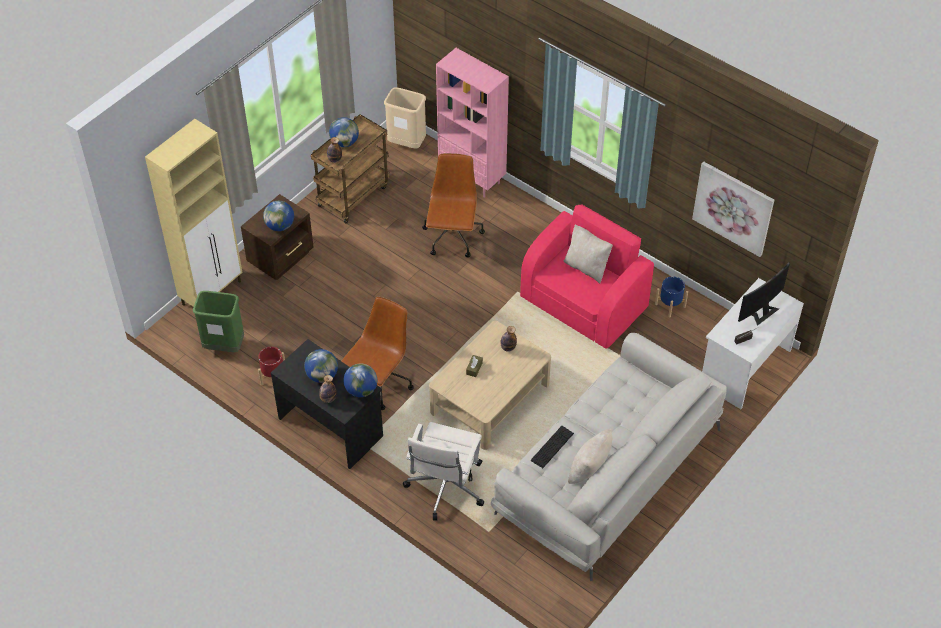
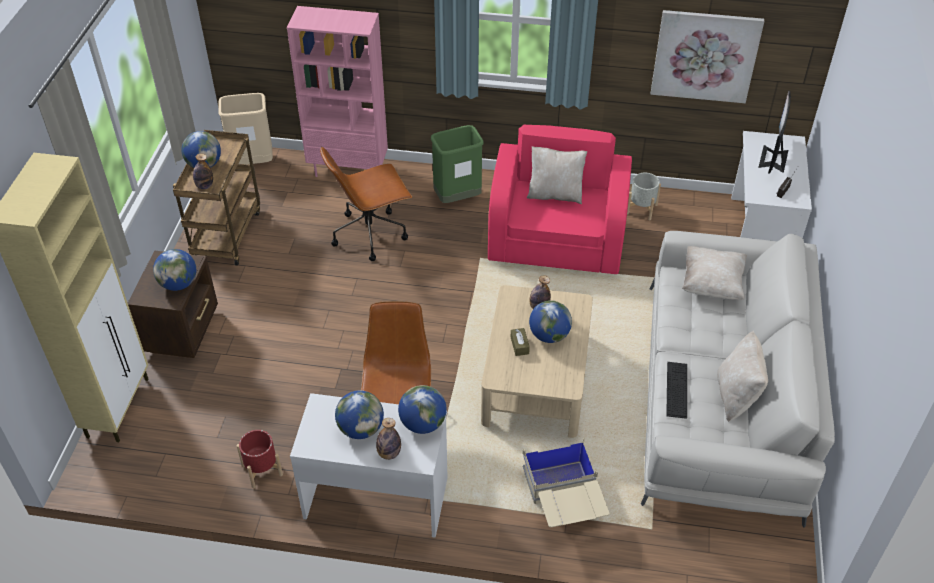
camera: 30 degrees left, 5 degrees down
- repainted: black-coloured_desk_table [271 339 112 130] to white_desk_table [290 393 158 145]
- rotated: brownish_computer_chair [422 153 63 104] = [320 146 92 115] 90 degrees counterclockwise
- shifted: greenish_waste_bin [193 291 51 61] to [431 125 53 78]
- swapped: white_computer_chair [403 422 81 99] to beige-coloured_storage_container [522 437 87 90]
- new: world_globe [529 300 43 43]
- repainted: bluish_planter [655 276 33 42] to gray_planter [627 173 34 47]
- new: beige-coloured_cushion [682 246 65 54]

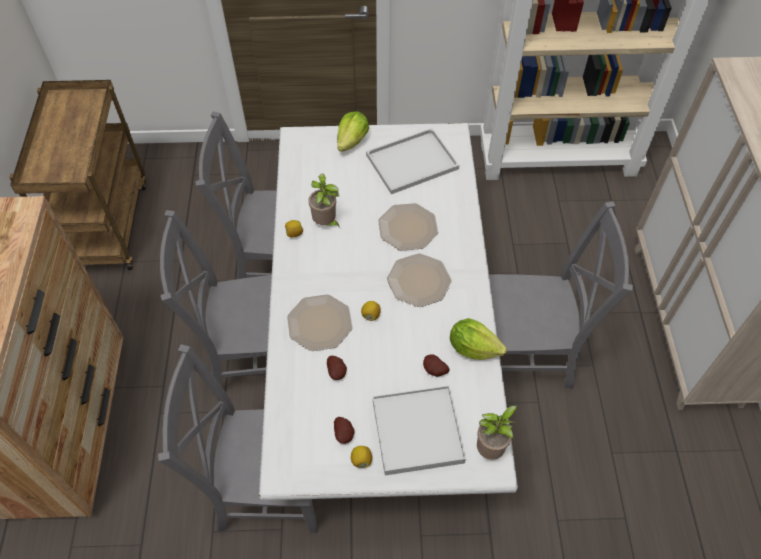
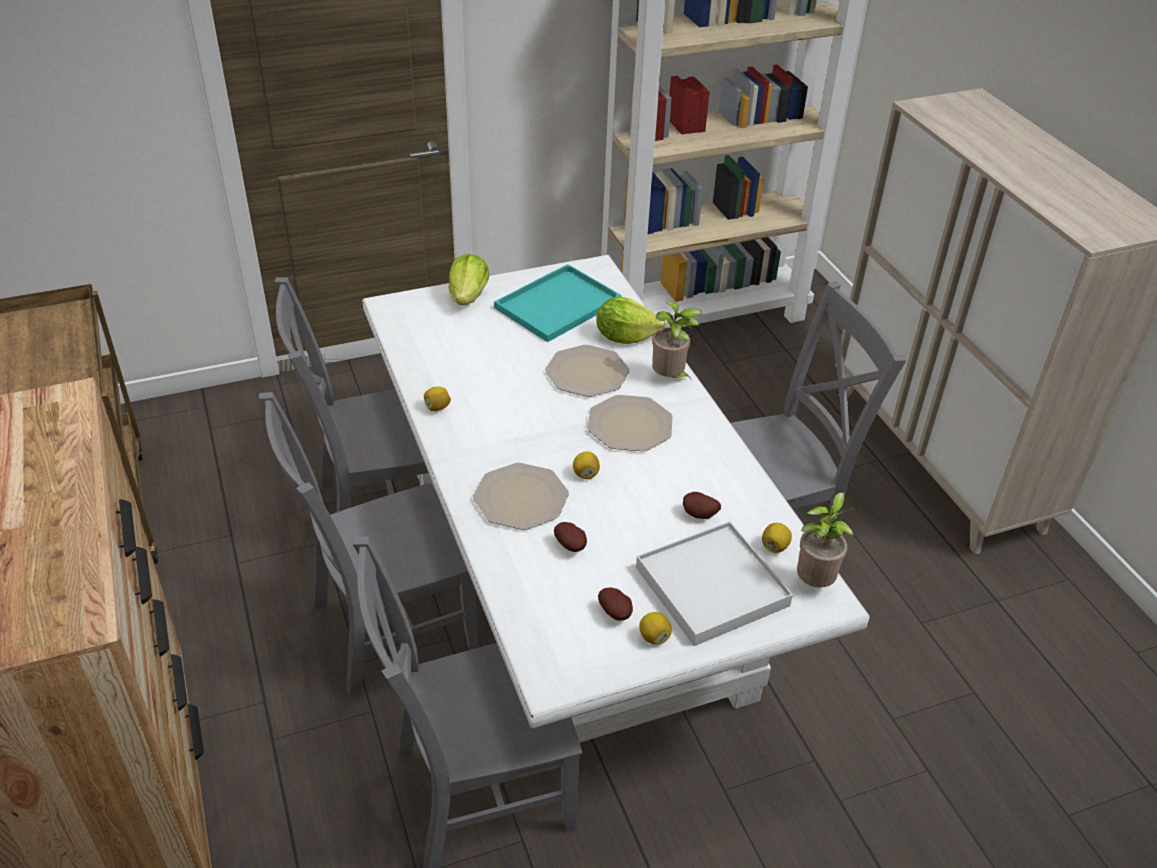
camera: 20 degrees left, 15 degrees down
- repainted: white_carrying_tray [366 128 93 66] to blue-green_carrying_tray [494 264 128 78]
- shifted: head_of_lettuce [450 318 57 42] to [596 297 70 47]
- shifted: potted_plant [308 174 32 54] to [652 301 50 78]
- new: lemon [762 523 30 30]

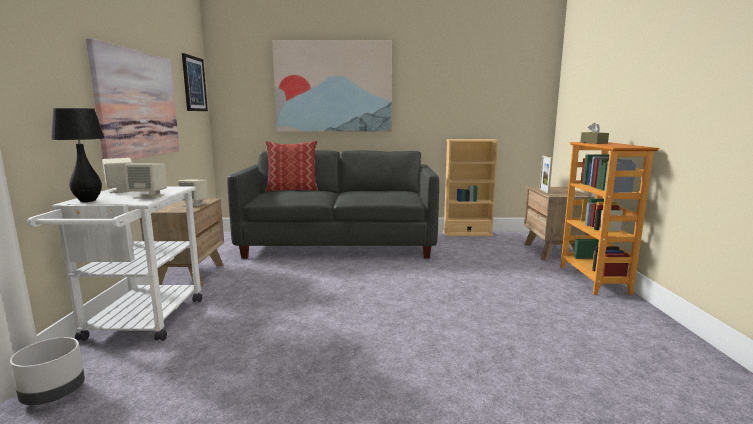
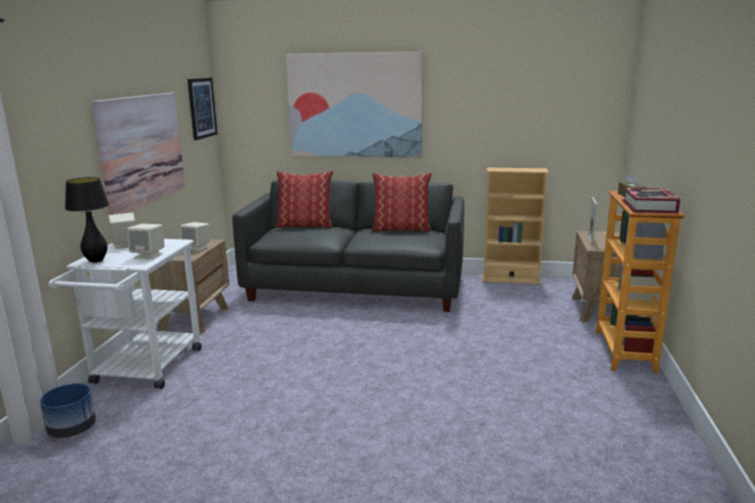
camera: 10 degrees right, 5 degrees up
- repainted: gray_planter [10 337 75 68] to bluish_planter [40 383 56 55]
- new: cushion [371 173 61 59]
- new: book [622 188 58 25]

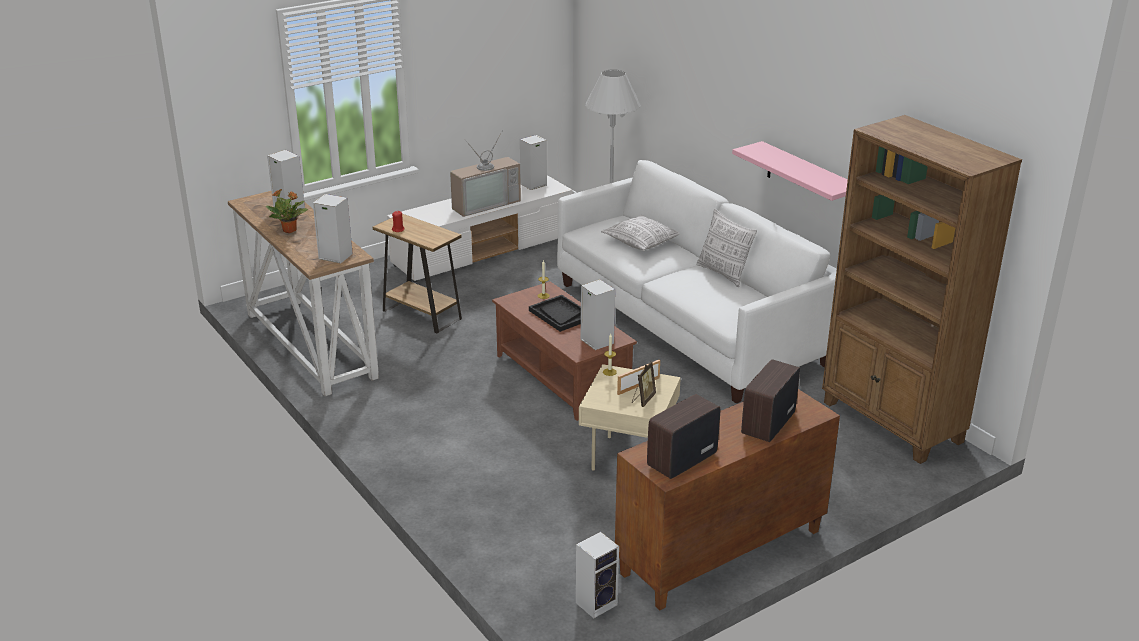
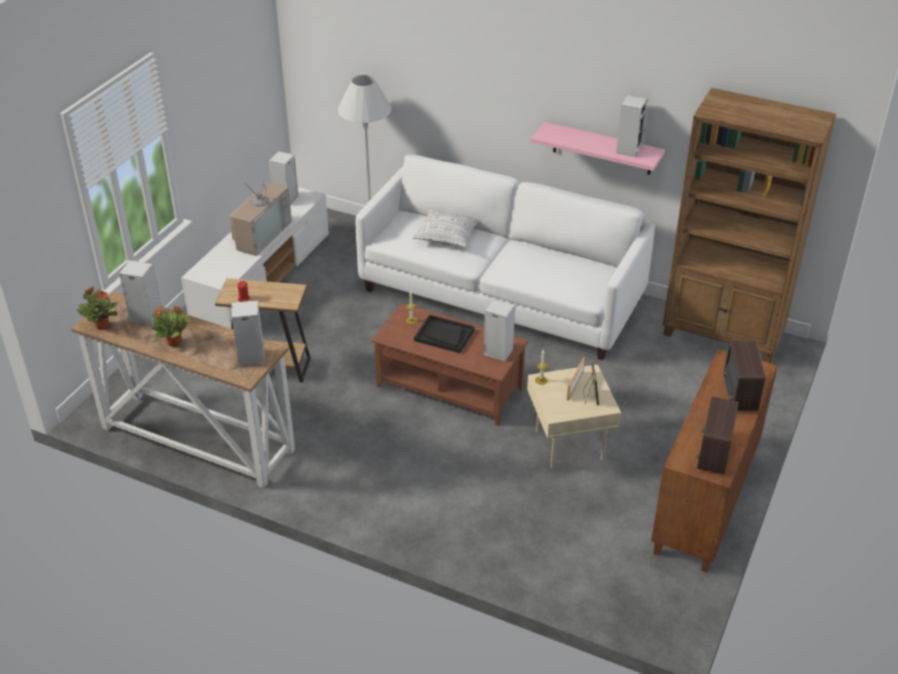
camera: 30 degrees left, 10 degrees up
- new: potted_plant [77 287 41 43]
- shifted: audio_speaker [576 532 43 86] to [616 95 31 62]
- gone: cushion [696 209 61 78]

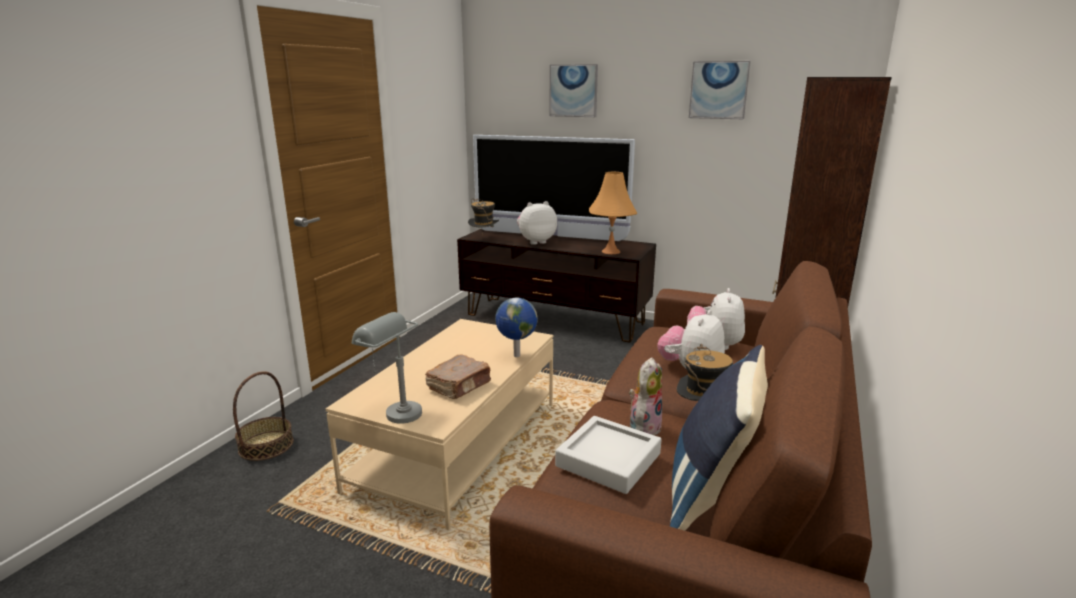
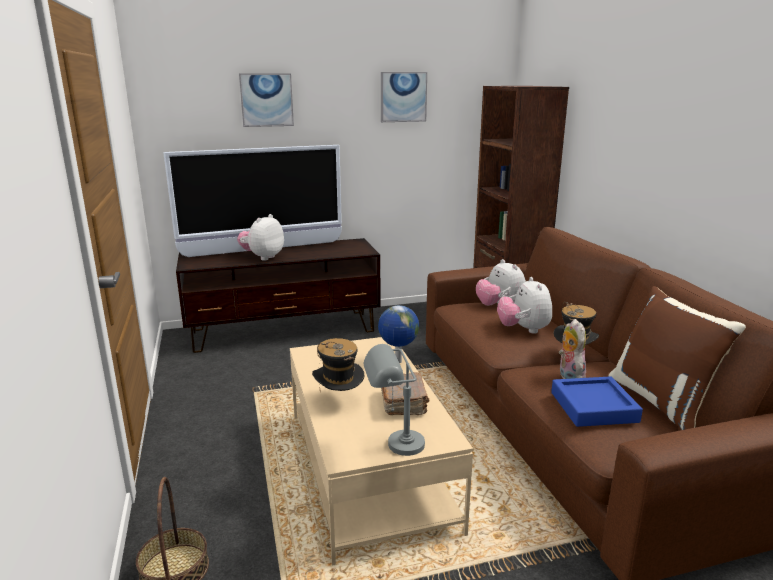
camera: 40 degrees left, 0 degrees up
- shifted: wearable_hat [468 199 31 35] to [312 338 53 54]
- repainted: gray_carrying_tray [555 416 107 78] to bluish_carrying_tray [551 376 92 51]
- repainted: bluish_cushion [670 345 98 186] to brownish_cushion [608 286 138 144]
- gone: orange-coloured_lamp_for_a_table [589 172 48 82]

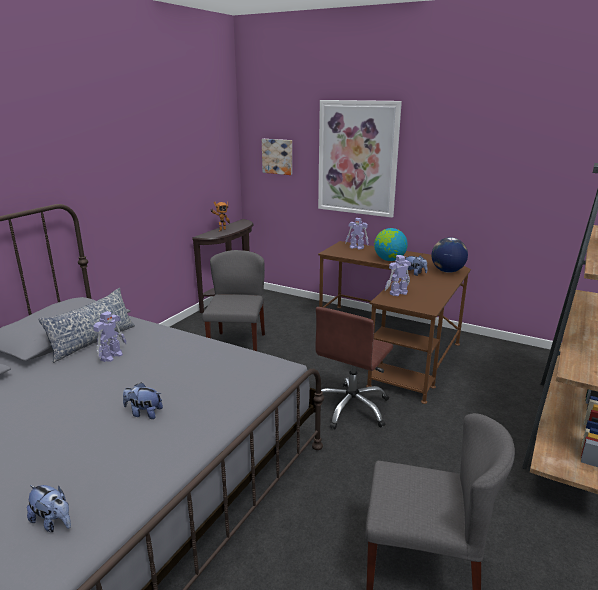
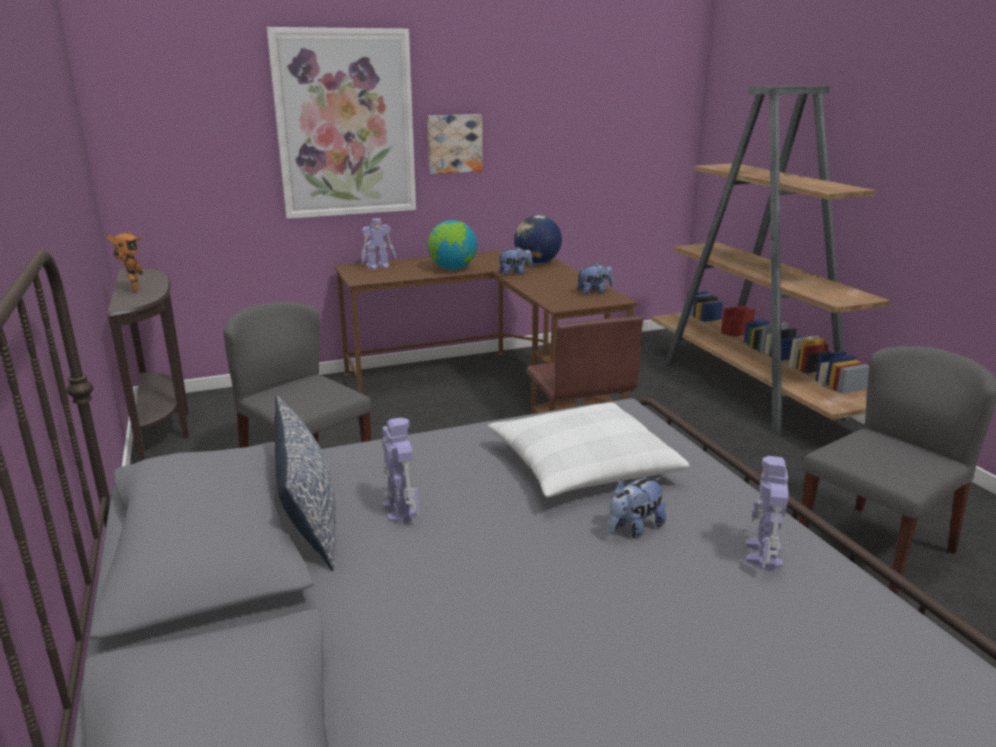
camera: 50 degrees left, 0 degrees up
- shifted: wall_picture [262 139 30 36] to [427 114 56 60]
- new: white_cushion [488 403 202 94]
- shifted: soft_toy [27 485 44 47] to [577 262 36 33]
- shifted: model_robot [385 255 26 41] to [746 456 43 115]

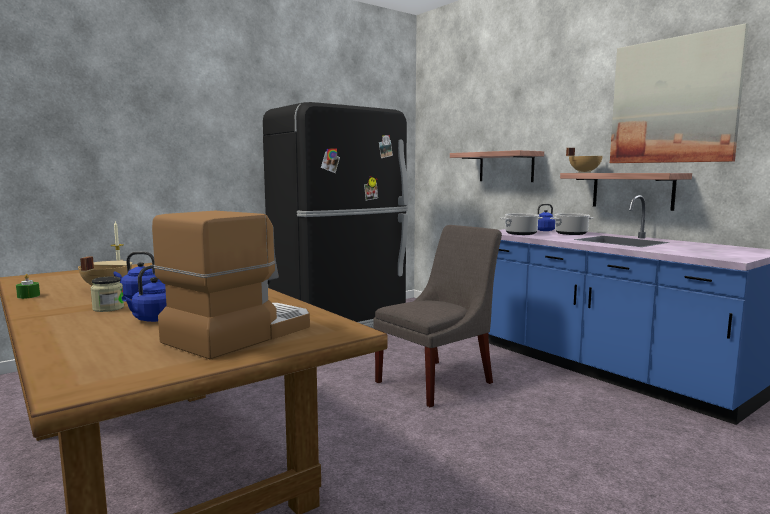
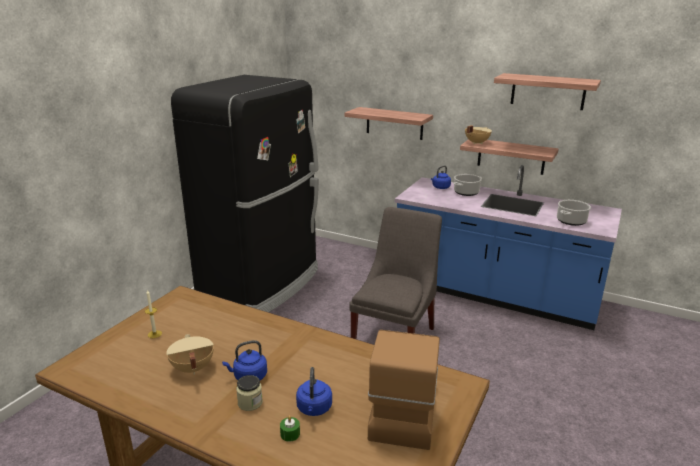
camera: 25 degrees left, 15 degrees up
- shifted: greenish_wax_candle [16 274 24 25] to [280 416 20 26]
- swapped: wall_picture [610 23 139 140] to bracket_shelf [494 73 107 37]
- shifted: cooking_pot [500 213 43 22] to [557 200 34 26]

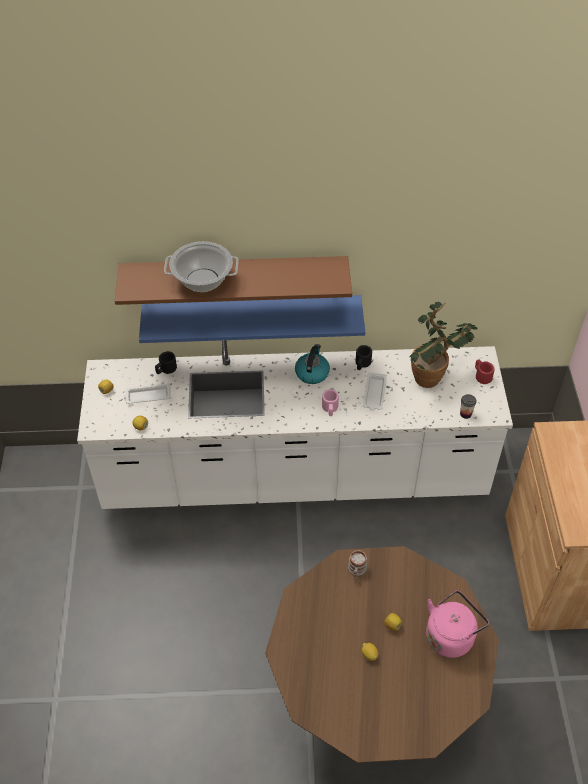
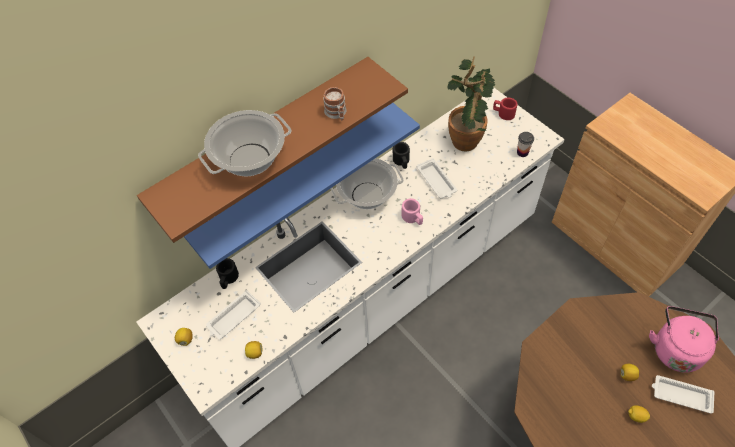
camera: 35 degrees left, 5 degrees up
- shifted: tea_mug [348 550 19 29] to [323 87 24 33]
- swapped: kettle [295 344 35 40] to cooking_pot [330 158 74 51]
- new: white_carrying_tray [652 375 62 39]

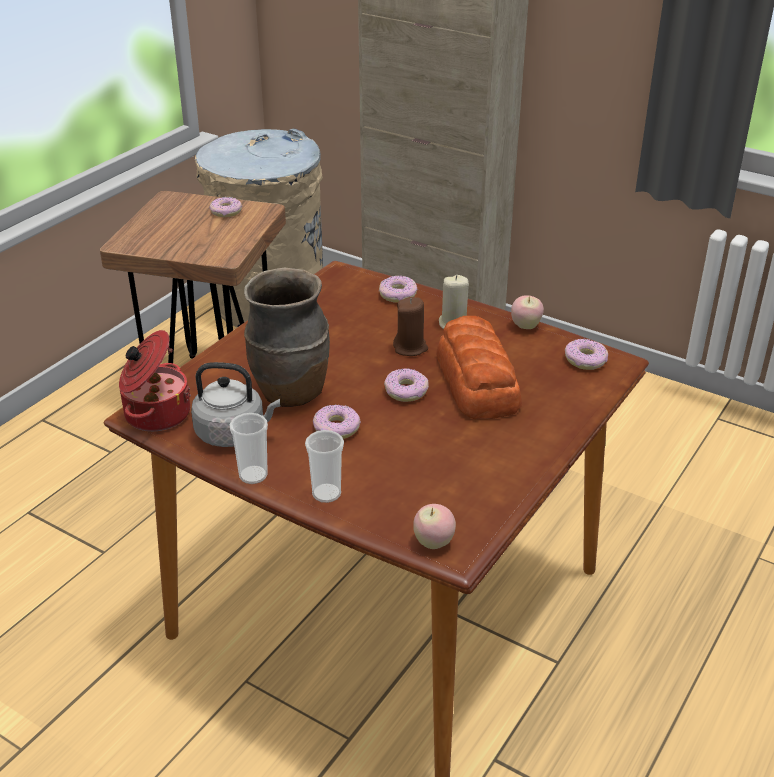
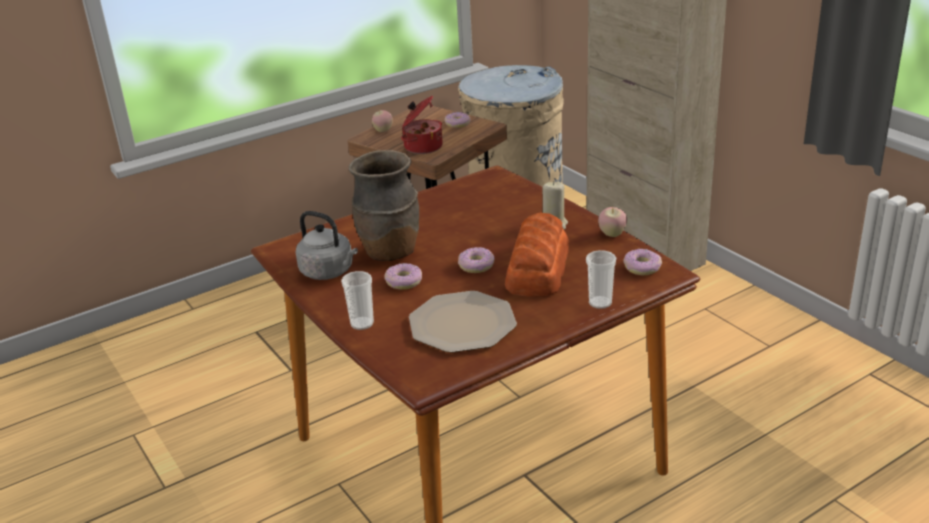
camera: 25 degrees right, 5 degrees down
- shifted: apple_fruit [413 504 43 45] to [372 110 21 22]
- shifted: cooking_pot [119 330 72 101] to [401 96 42 58]
- new: flat_dish [409 291 108 62]
- shifted: cup [230 413 38 71] to [586 250 30 59]
- gone: ring_doughnut [379 276 39 27]
- gone: brownish_wax_candle [393 297 35 59]

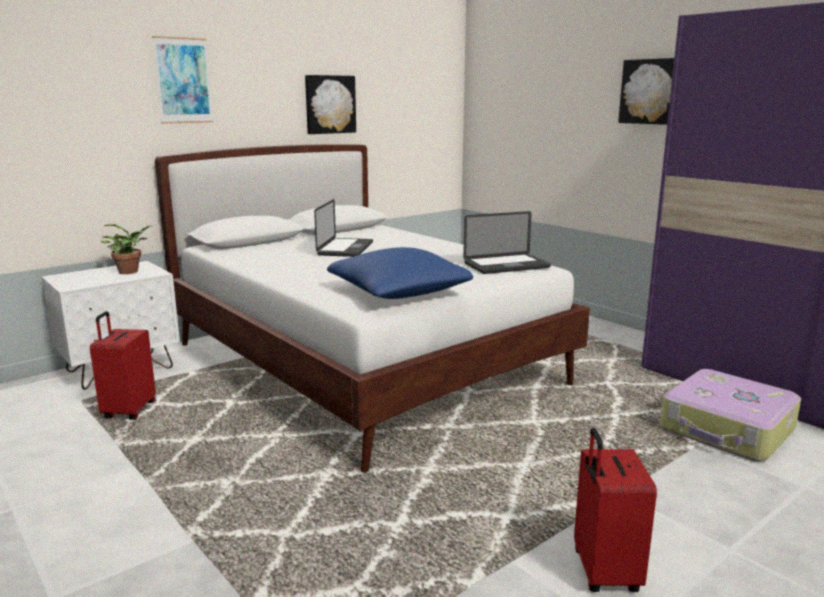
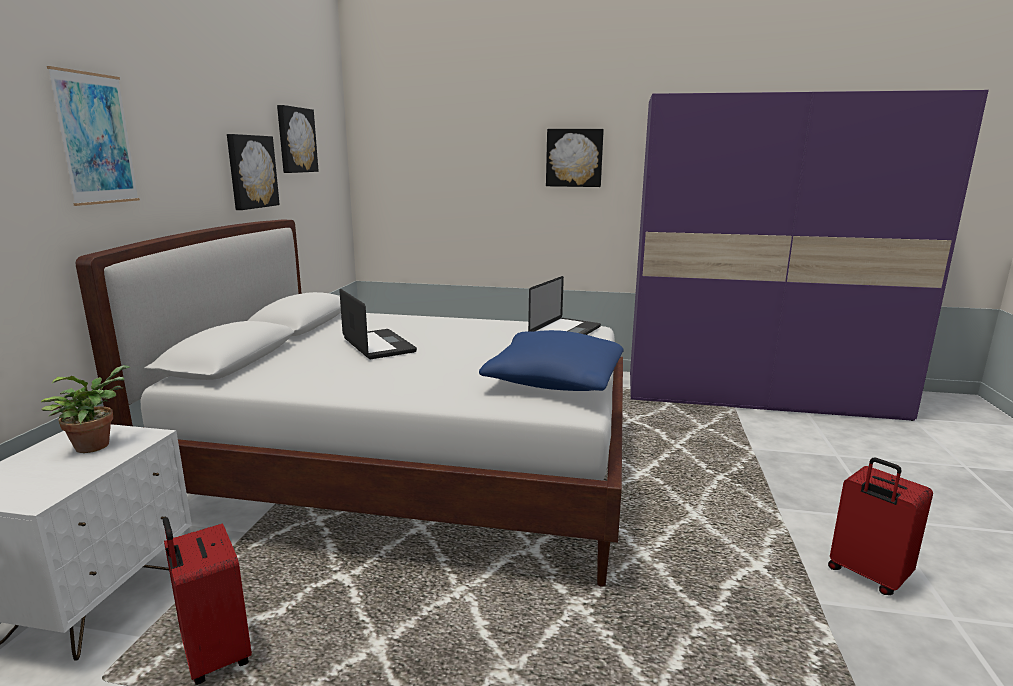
camera: 40 degrees left, 0 degrees up
- new: wall_picture [277 105 42 68]
- gone: travel_case [660 369 141 93]

